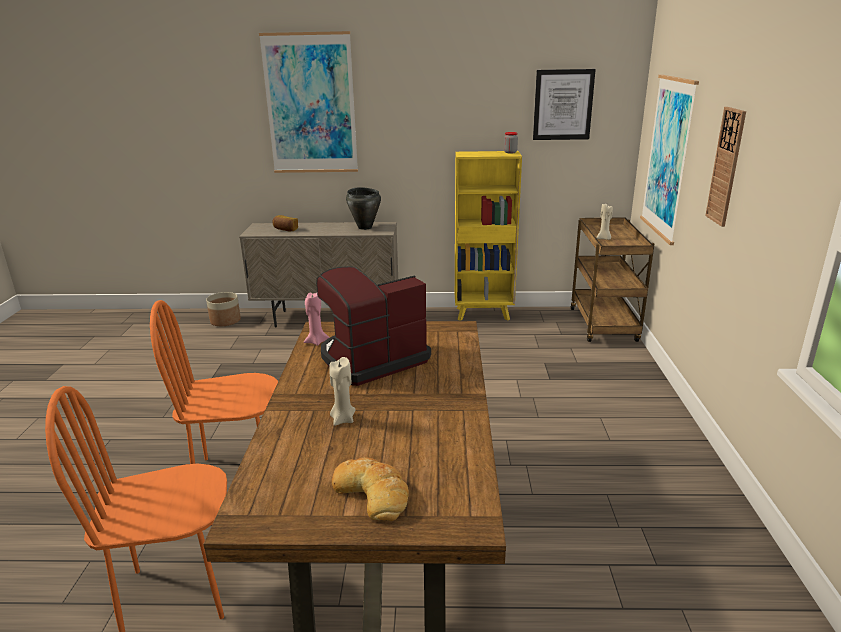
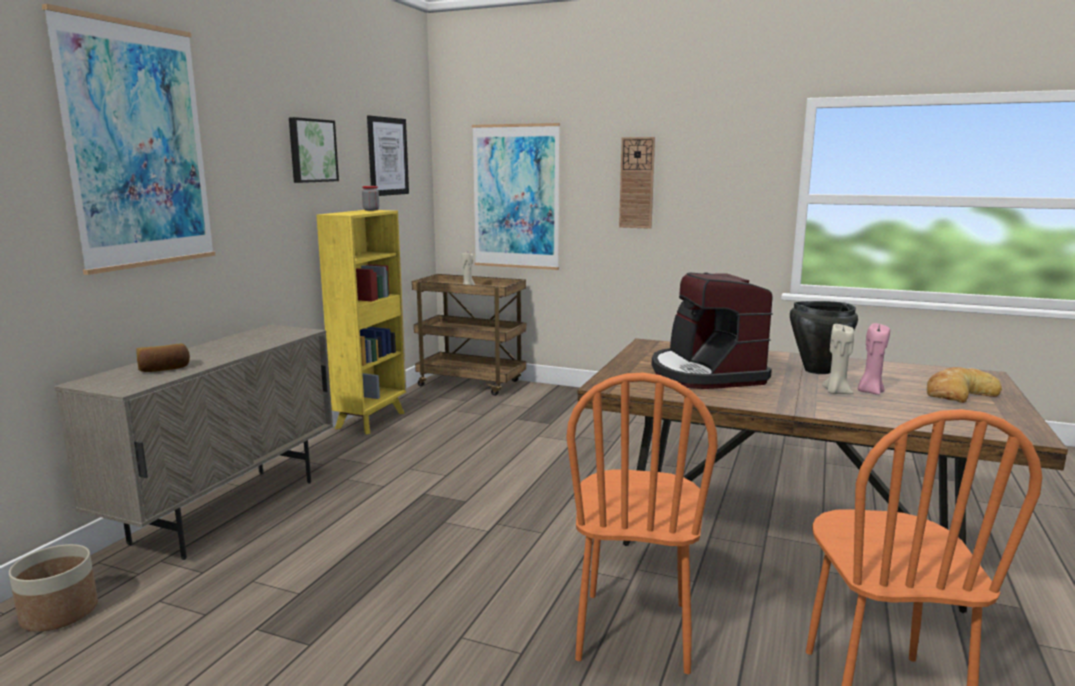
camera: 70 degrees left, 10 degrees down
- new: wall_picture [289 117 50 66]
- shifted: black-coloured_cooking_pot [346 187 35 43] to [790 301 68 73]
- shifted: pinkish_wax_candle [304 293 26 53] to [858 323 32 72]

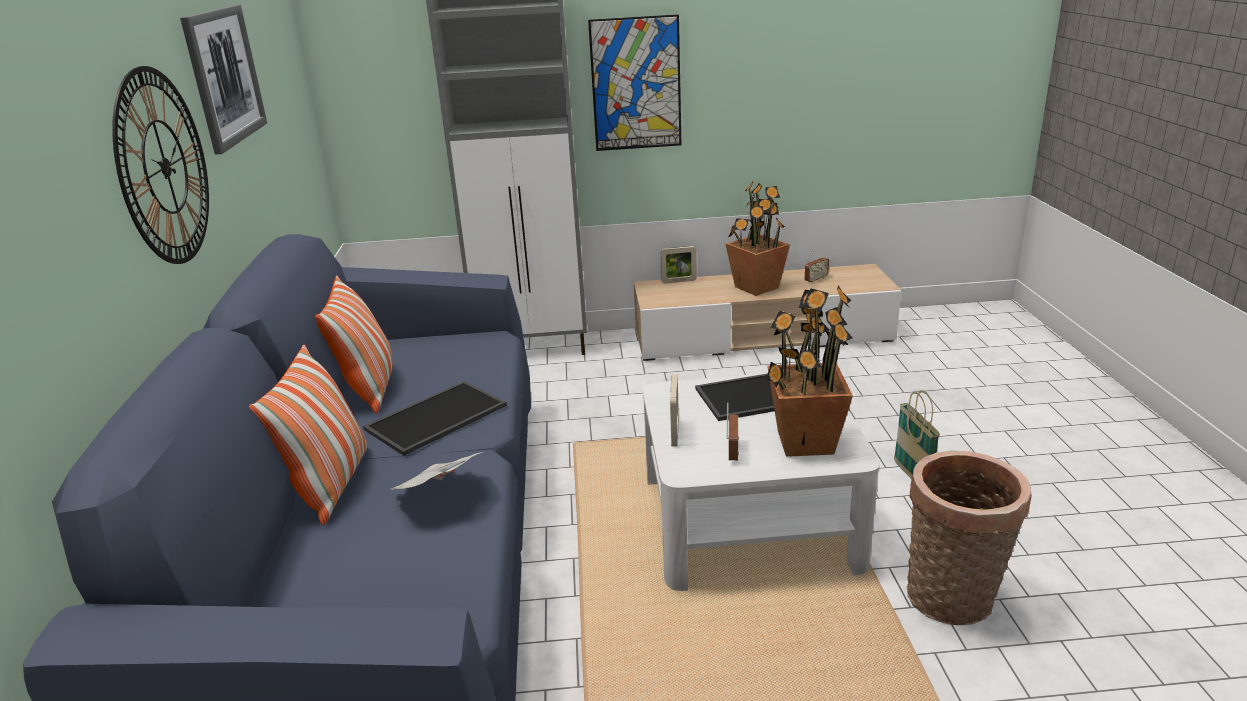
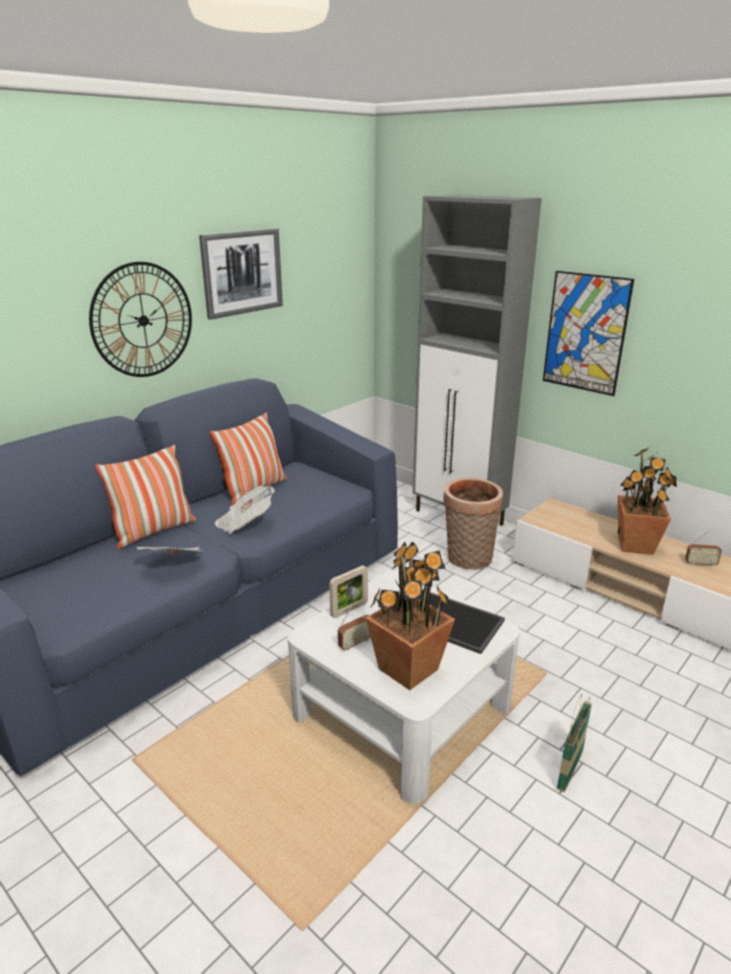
camera: 45 degrees right, 0 degrees up
- swapped: carrying_tray [363 381 144 75] to printed_paper [215 486 60 48]
- shifted: storage_basket [907 451 125 175] to [443 478 60 92]
- gone: photo_frame [660 246 37 38]

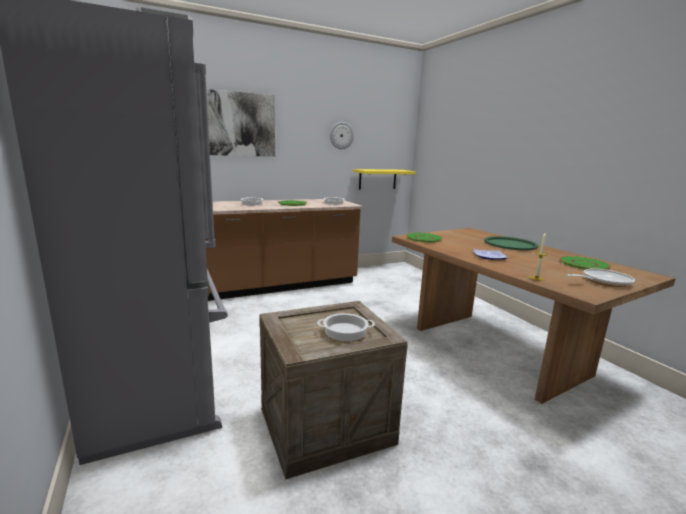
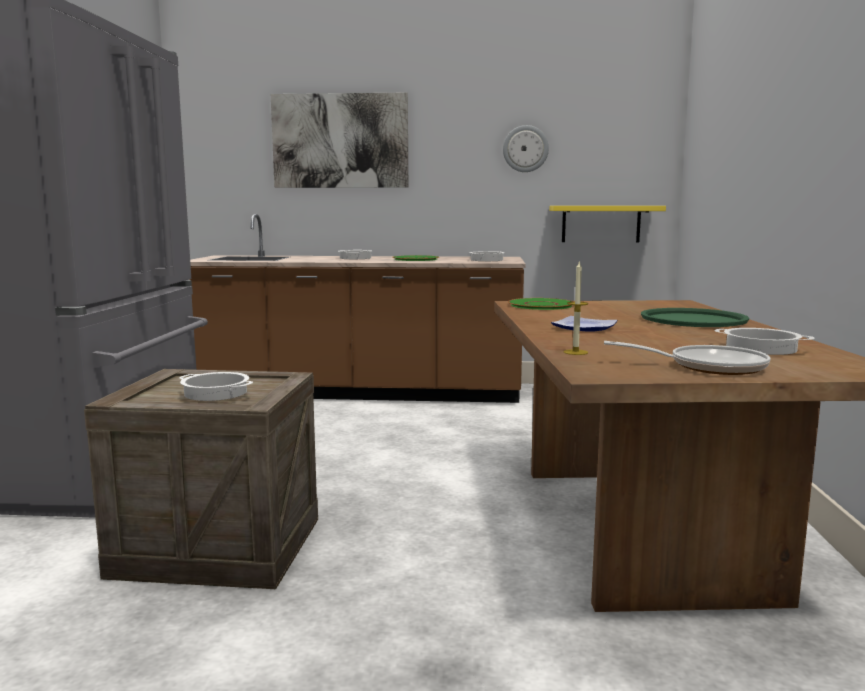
camera: 30 degrees right, 5 degrees down
- swapped: greenish_flat_dish [559 256 52 14] to cooking_pot [715 328 100 27]

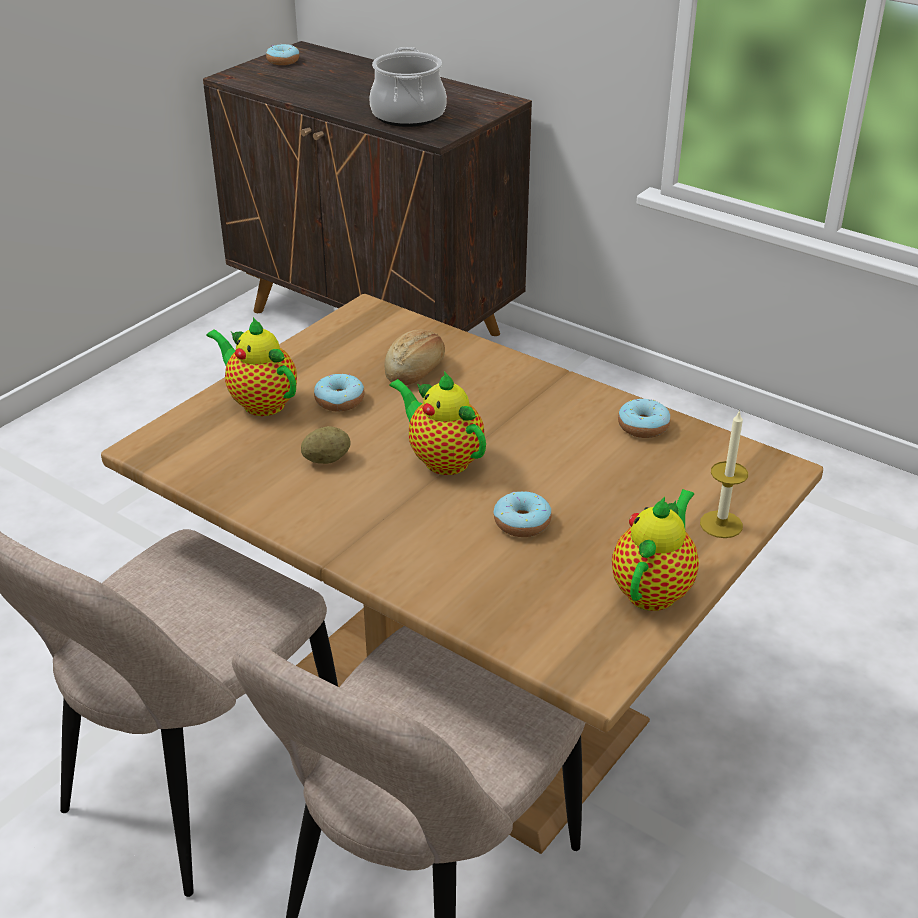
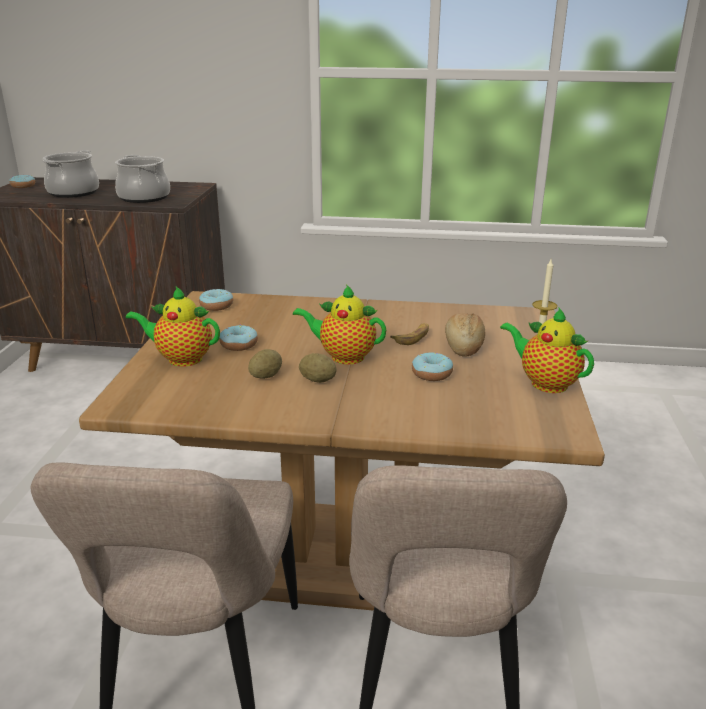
camera: 30 degrees left, 10 degrees down
- new: cooking_pot [43 150 56 48]
- shifted: ring_doughnut [618 399 52 39] to [199 289 34 22]
- new: whole_potato [299 353 38 30]
- new: banana [390 323 39 22]
- shifted: bread [384 329 61 56] to [445 313 40 44]
- rotated: pot_for_tea [612 489 87 122] = [500 308 94 85] 45 degrees counterclockwise

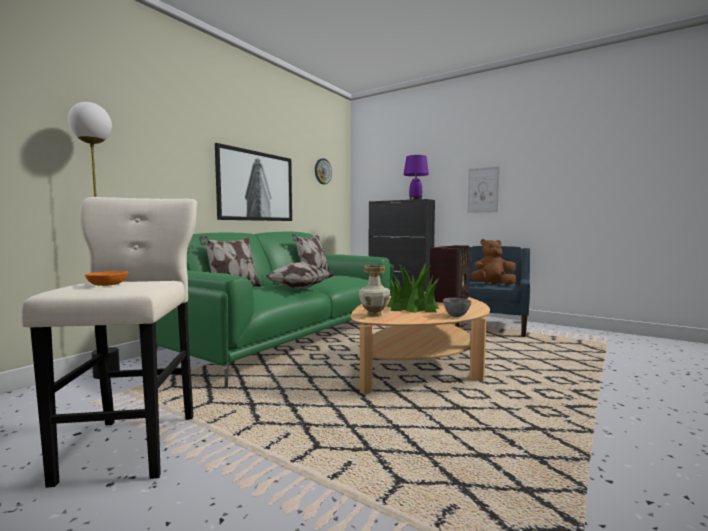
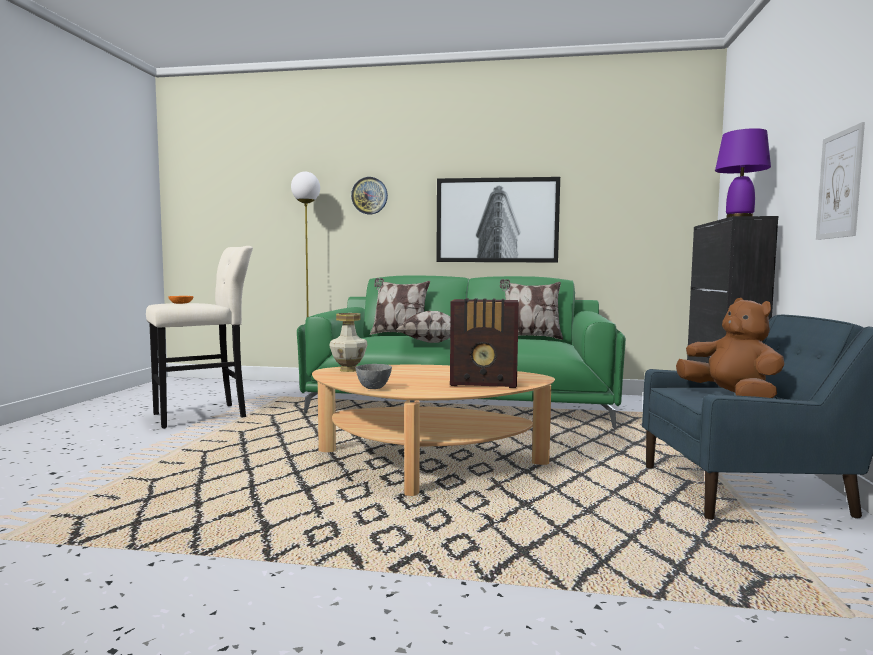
camera: 65 degrees right, 0 degrees up
- shifted: hanging_clock [315 158 17 26] to [351 177 37 37]
- gone: potted_plant [387 263 52 50]

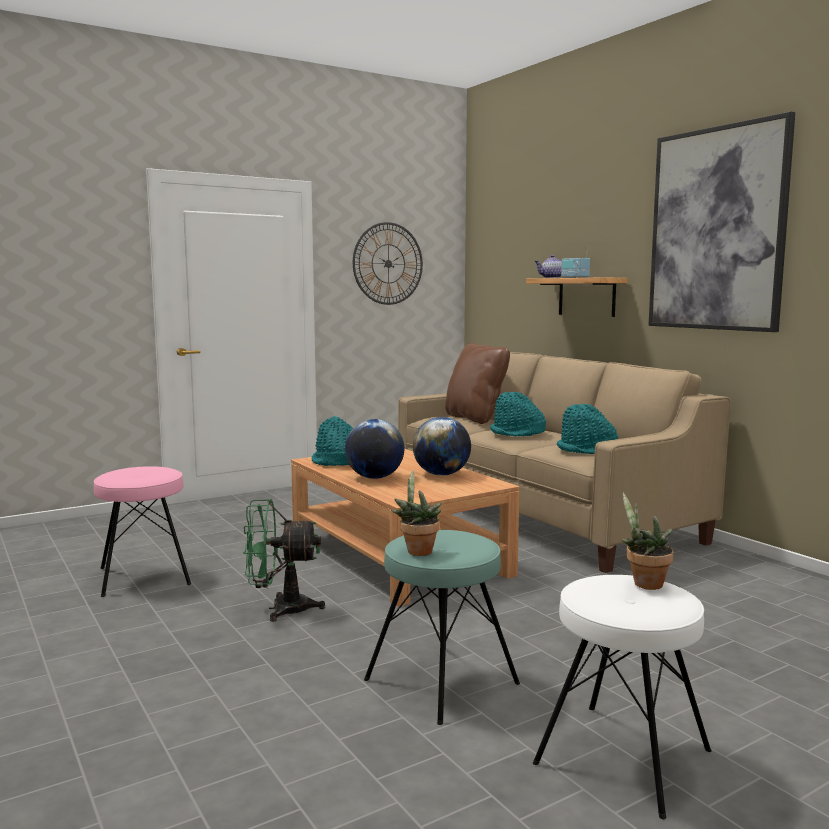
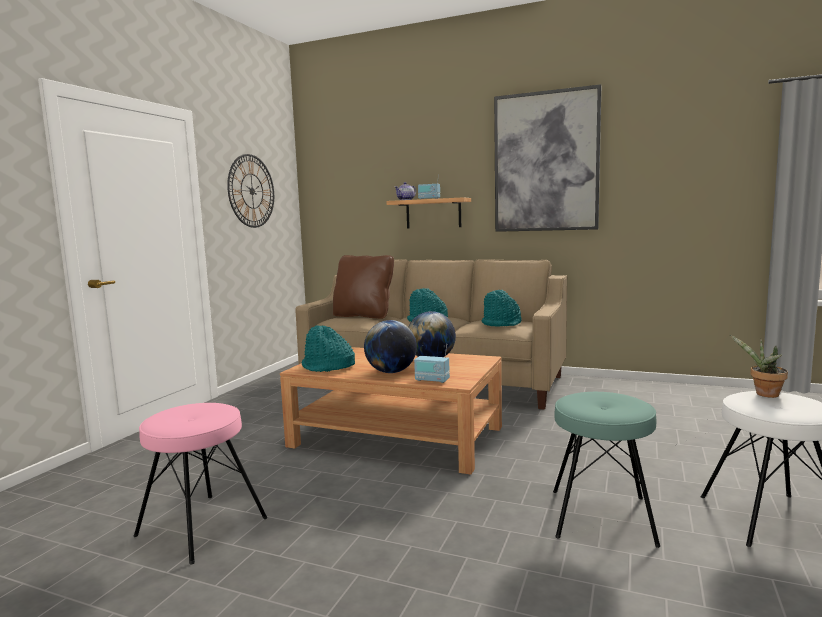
camera: 35 degrees left, 0 degrees up
- new: radio_set [414 344 36 39]
- gone: greenish_fan [243 499 82 123]
- gone: potted_plant [391 470 50 86]

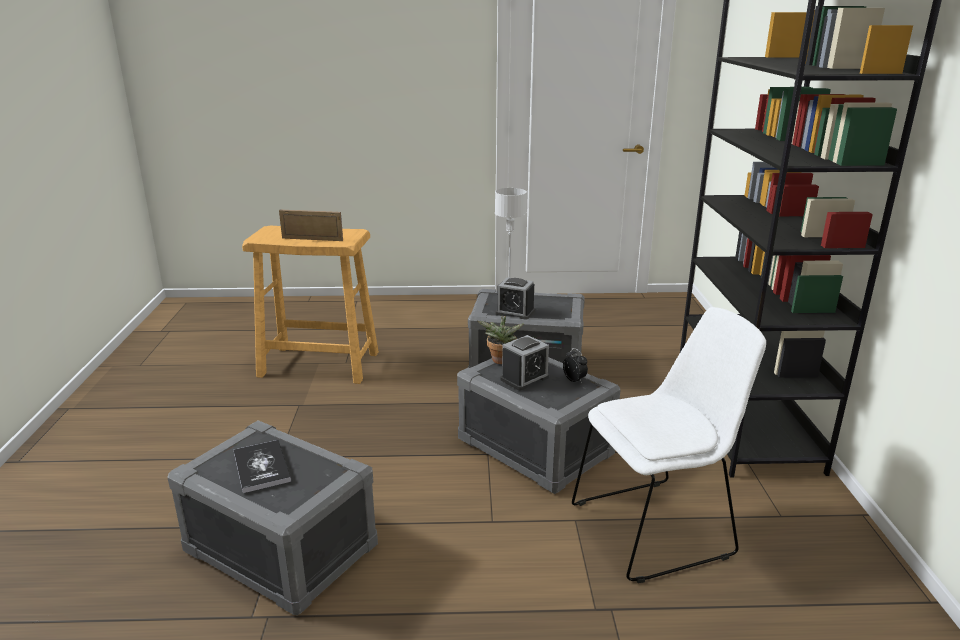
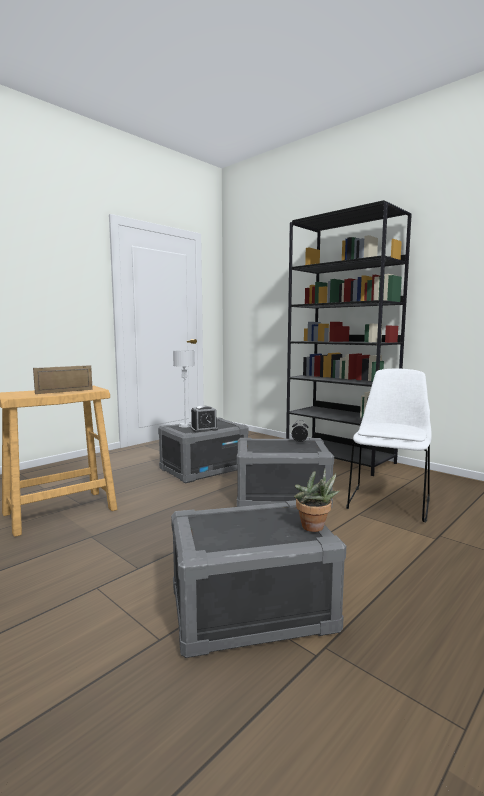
camera: 45 degrees left, 15 degrees down
- shifted: potted_plant [477 315 47 49] to [294 469 46 63]
- gone: book [234 440 57 53]
- gone: bedside_clock [500 335 49 56]

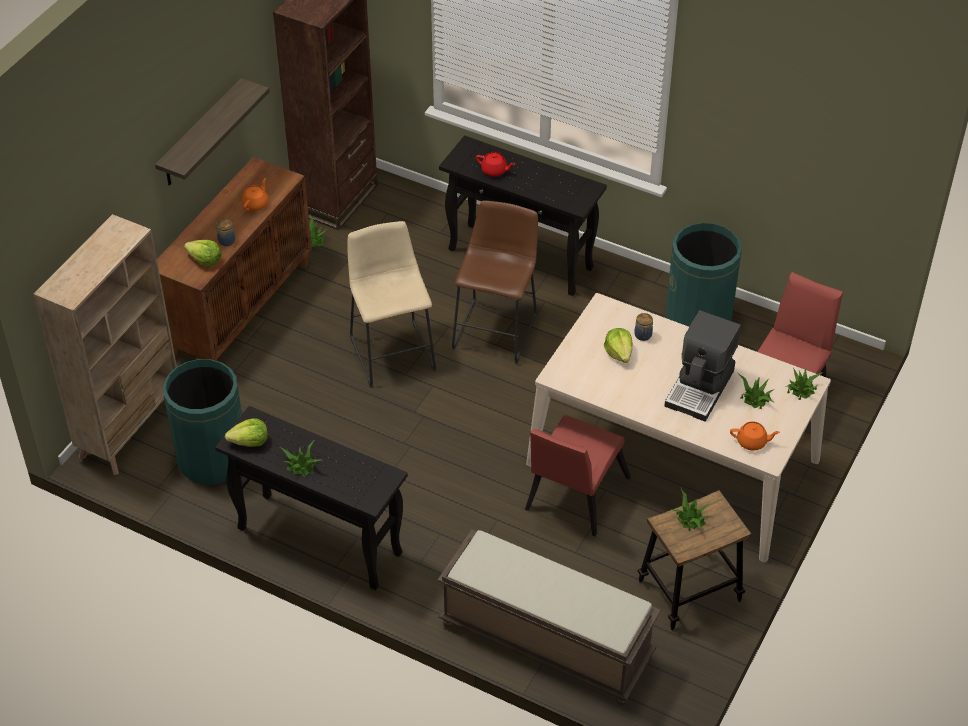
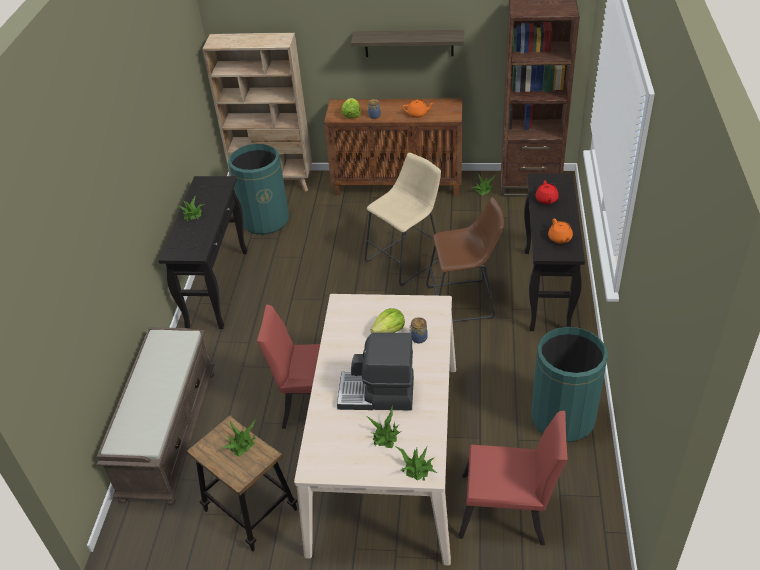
camera: 70 degrees right, 5 degrees down
- shifted: orange-coloured_pot_for_tea [730 422 50 28] to [548 218 25 26]
- gone: head_of_lettuce [225 418 43 29]

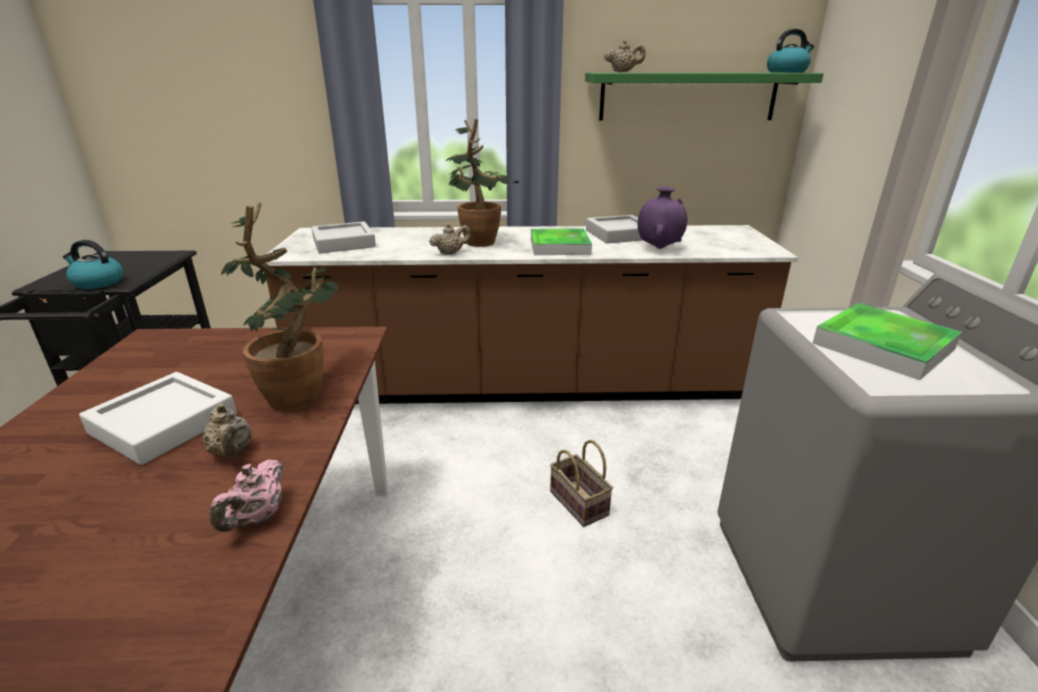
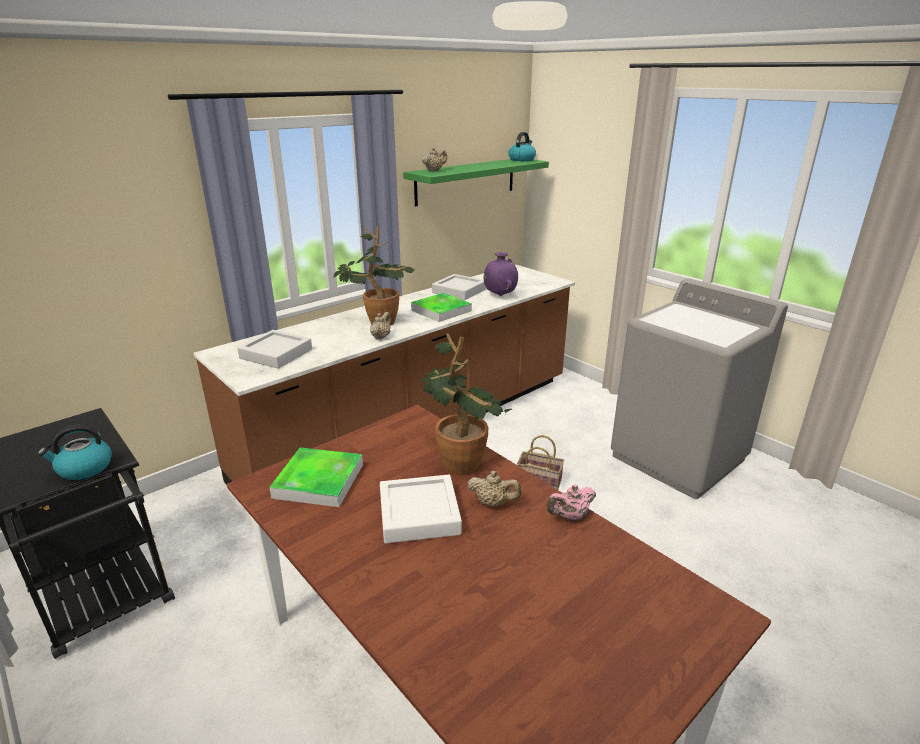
camera: 40 degrees left, 0 degrees up
- shifted: carrying_tray [813 303 149 77] to [269 447 94 60]
- rotated: pinkish_pot_for_tea [209 460 74 72] = [546 484 50 36] 90 degrees clockwise

